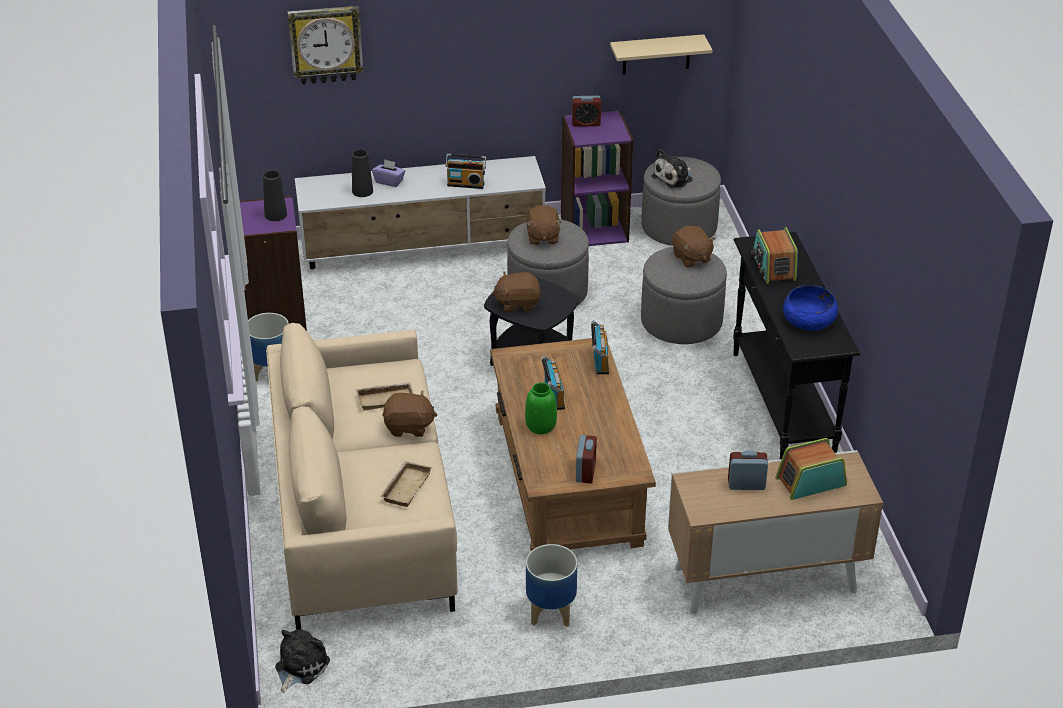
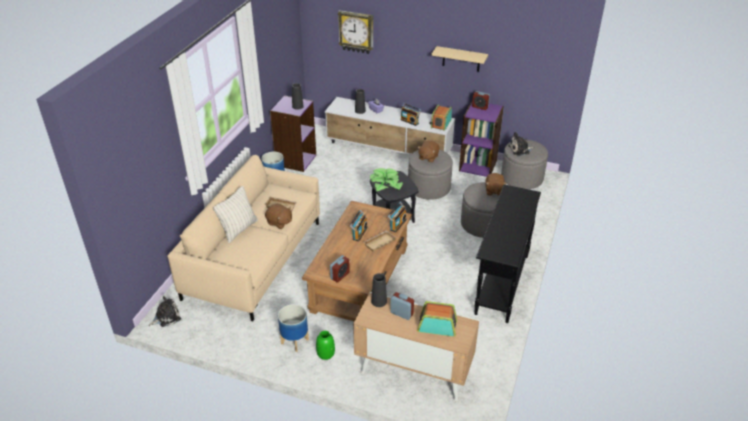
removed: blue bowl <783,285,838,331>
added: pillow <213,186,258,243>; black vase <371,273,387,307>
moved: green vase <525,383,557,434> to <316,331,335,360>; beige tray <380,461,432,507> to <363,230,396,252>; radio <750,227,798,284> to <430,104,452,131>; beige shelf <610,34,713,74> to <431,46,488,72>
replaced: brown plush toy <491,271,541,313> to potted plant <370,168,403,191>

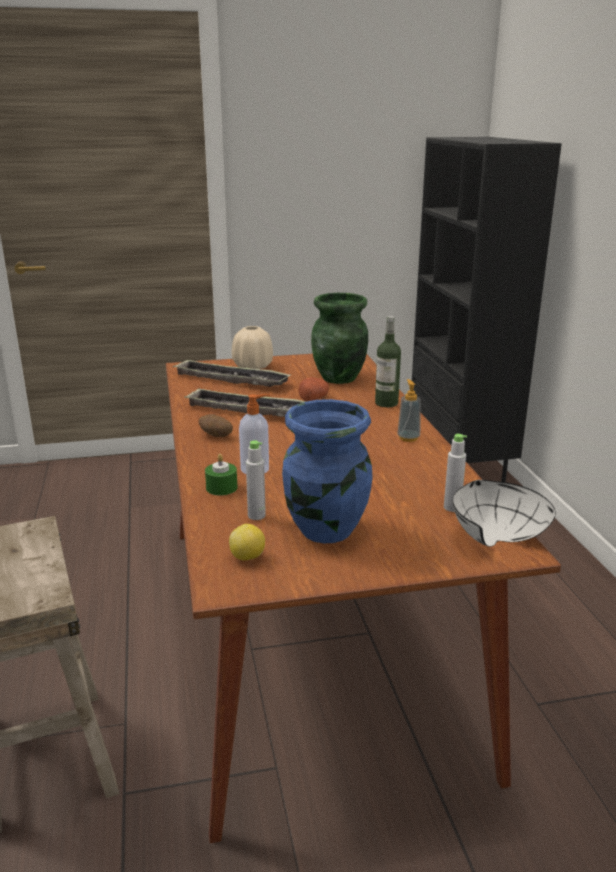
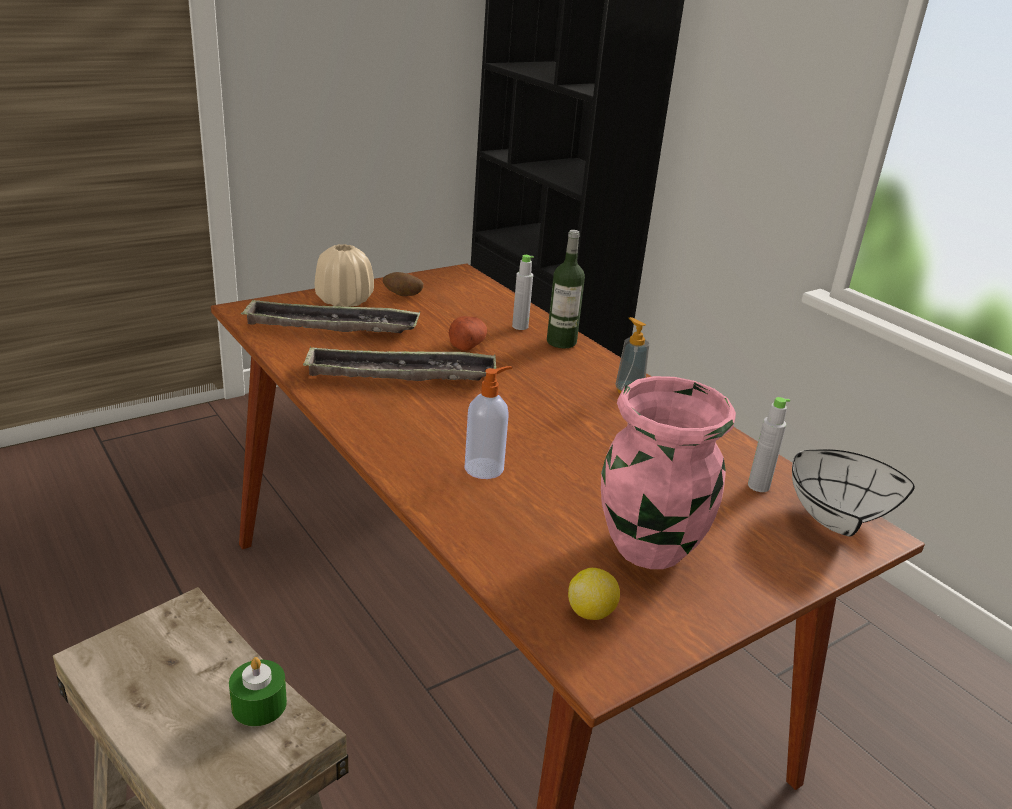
removed: green vase <311,293,368,384>
moved: green candle <205,454,237,496> to <229,657,287,726>; potato <199,414,233,437> to <383,272,424,296>; grey bottle <246,440,266,520> to <512,255,534,330>
recoloured: blue vase <282,399,373,543> to pink vase <601,376,736,569>

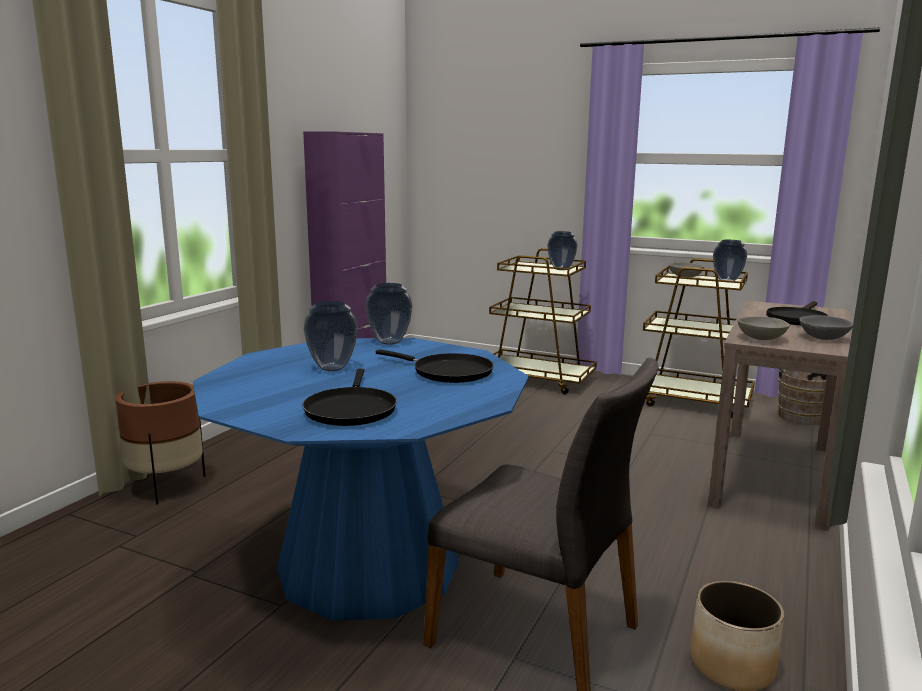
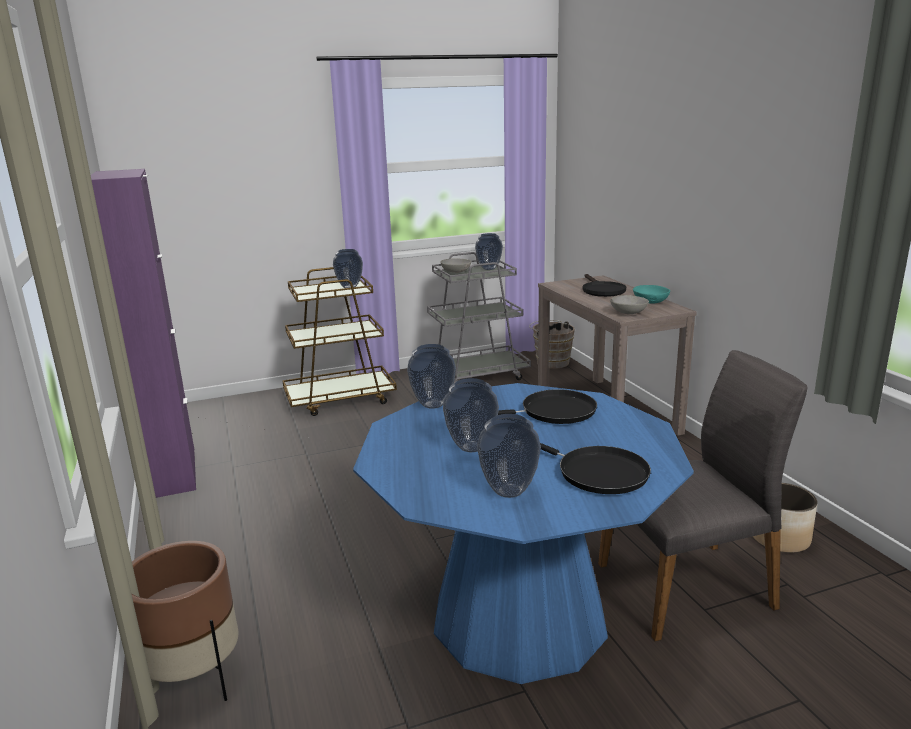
added: vase <477,414,541,498>
recoloured: brown cart <643,259,755,418> to grey cart <427,252,531,383>; grey bowl <799,315,853,340> to turquoise bowl <633,285,670,304>

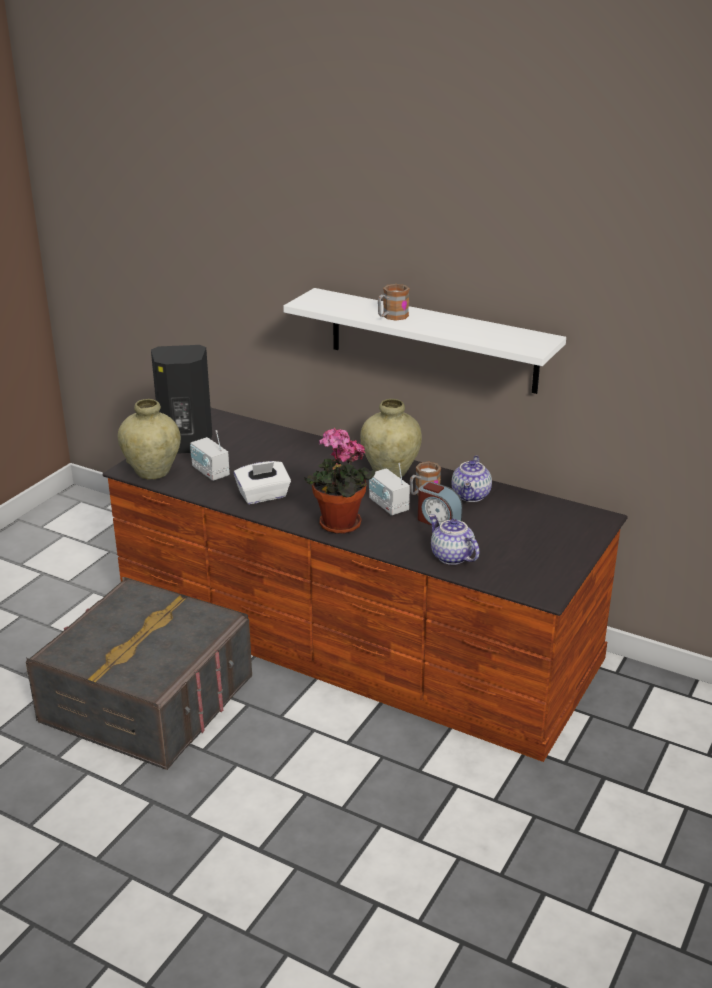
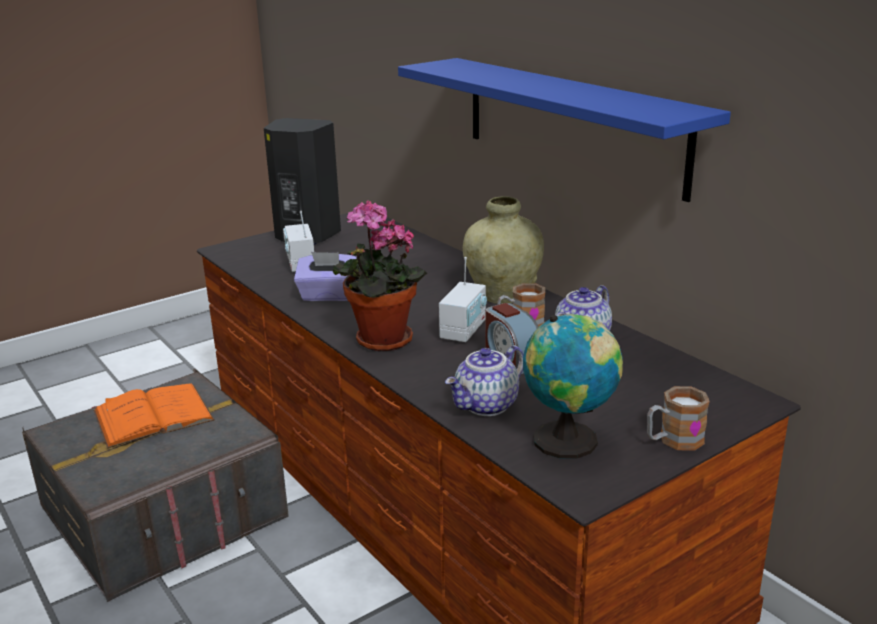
removed: beige vase <118,399,181,479>
added: orange book <93,383,215,449>; globe <523,314,623,459>
moved: mug <378,284,410,321> to <647,386,710,451>
recoloured: white tissue box <234,461,291,504> to purple tissue box <294,252,357,301>; white shelf <283,288,566,394> to blue shelf <398,58,731,202>
turned: radio <369,463,410,515> = <439,257,487,342> 150 degrees counterclockwise; teapot <429,514,479,565> = <445,345,524,416> 120 degrees counterclockwise

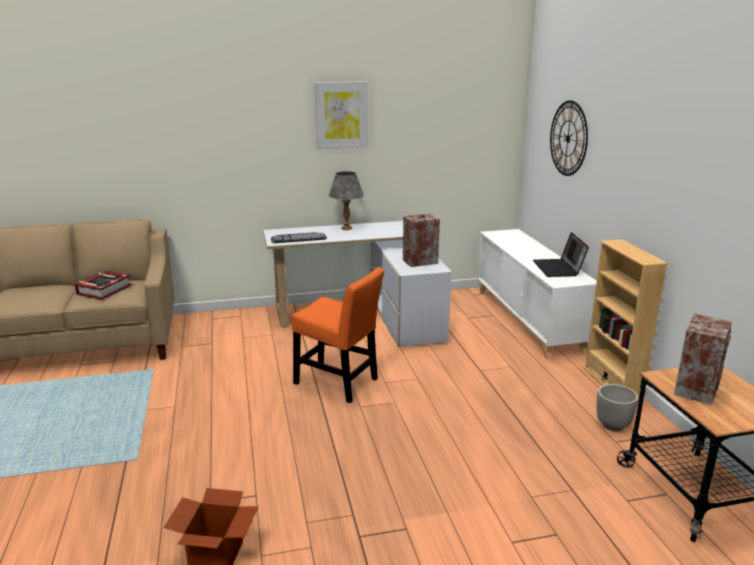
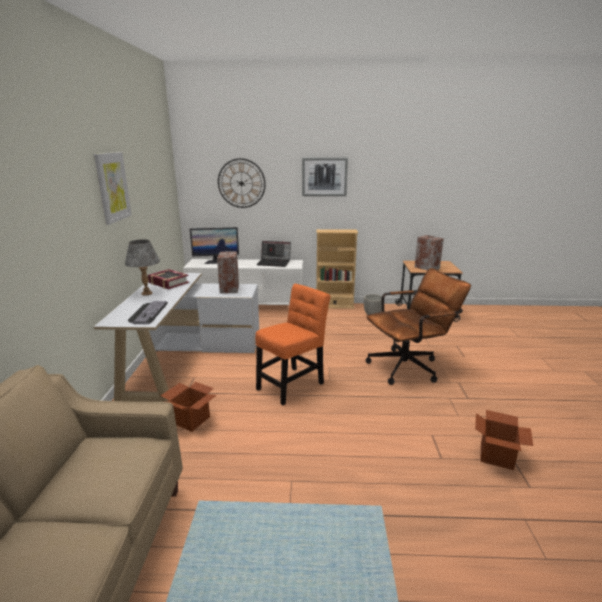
added: cardboard box <160,382,217,432>; monitor <190,227,239,264>; picture <302,158,348,196>; brown office chair <366,268,471,385>
moved: book <75,271,132,299> to <148,269,189,289>

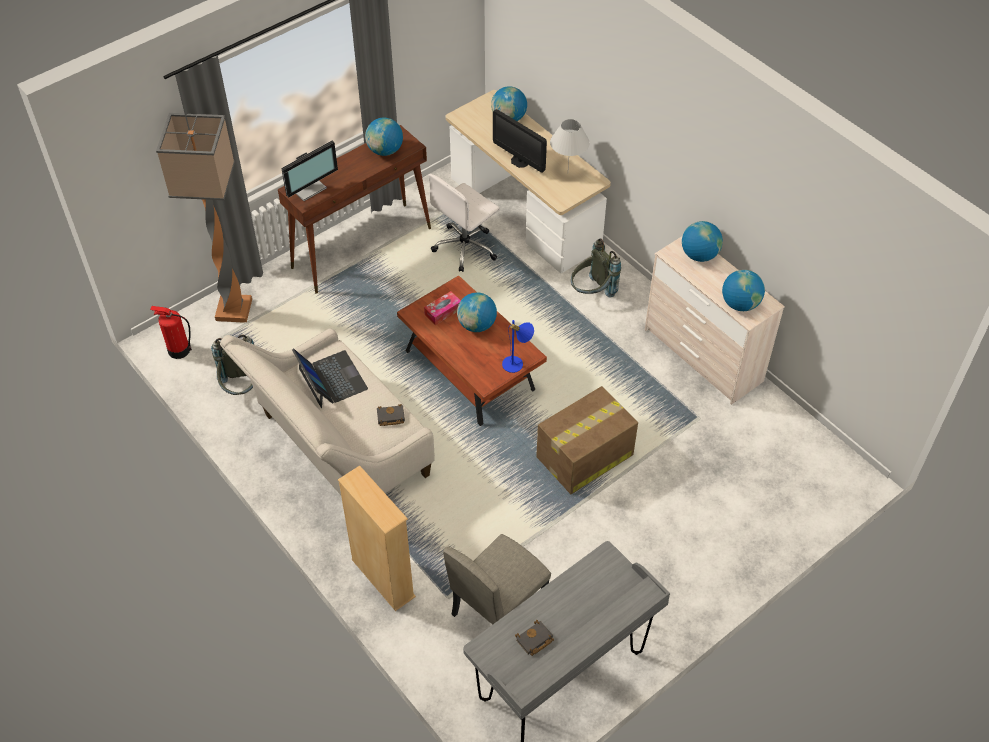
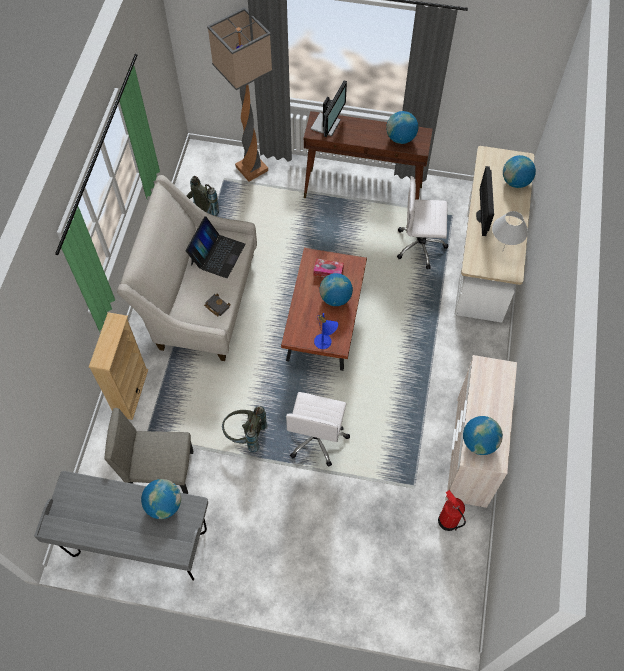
removed: black book <515,620,554,656>
moved: globe <682,221,723,262> to <141,479,181,519>; grey backpack <571,238,621,297> to <222,406,268,452>; fire extinguisher <150,306,192,359> to <438,490,466,531>
replaced: cardboard box <536,386,638,494> to white office chair <286,392,350,467>
turned: monitor <281,141,338,201> = <311,80,347,137> 75 degrees counterclockwise

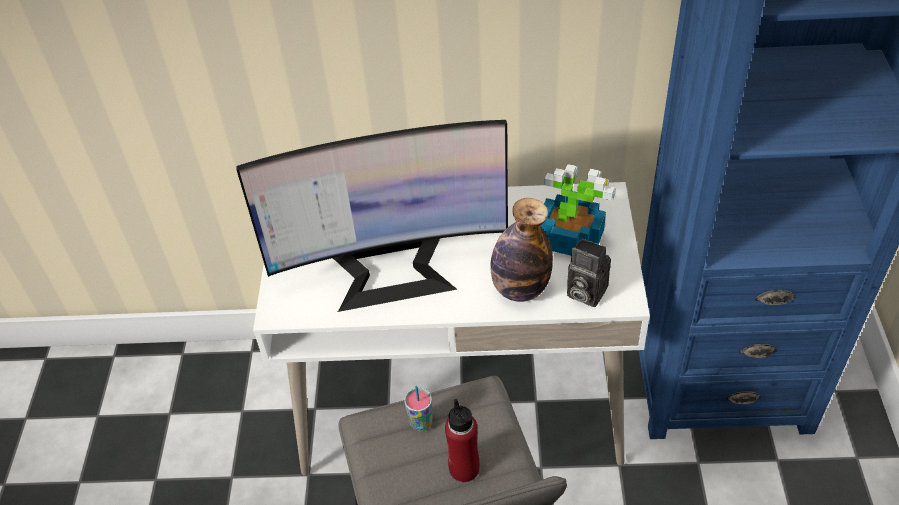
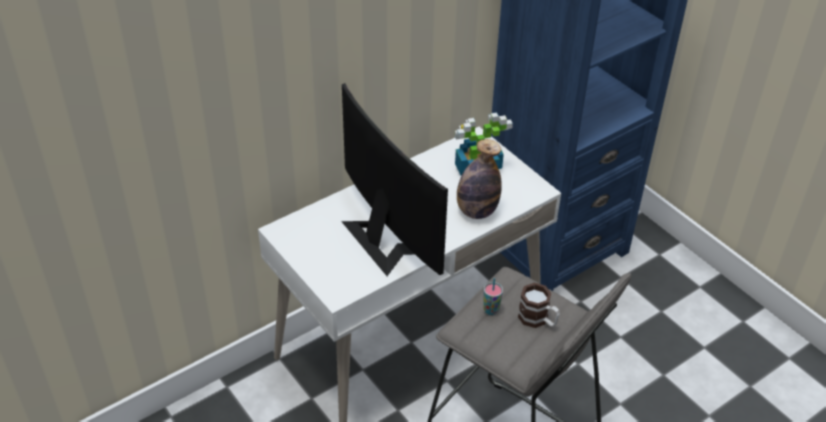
removed: photo camera <567,238,611,307>
replaced: red bottle <445,399,480,482> to mug <518,283,560,328>
turned: monitor <236,120,508,312> = <341,83,448,276> 75 degrees counterclockwise

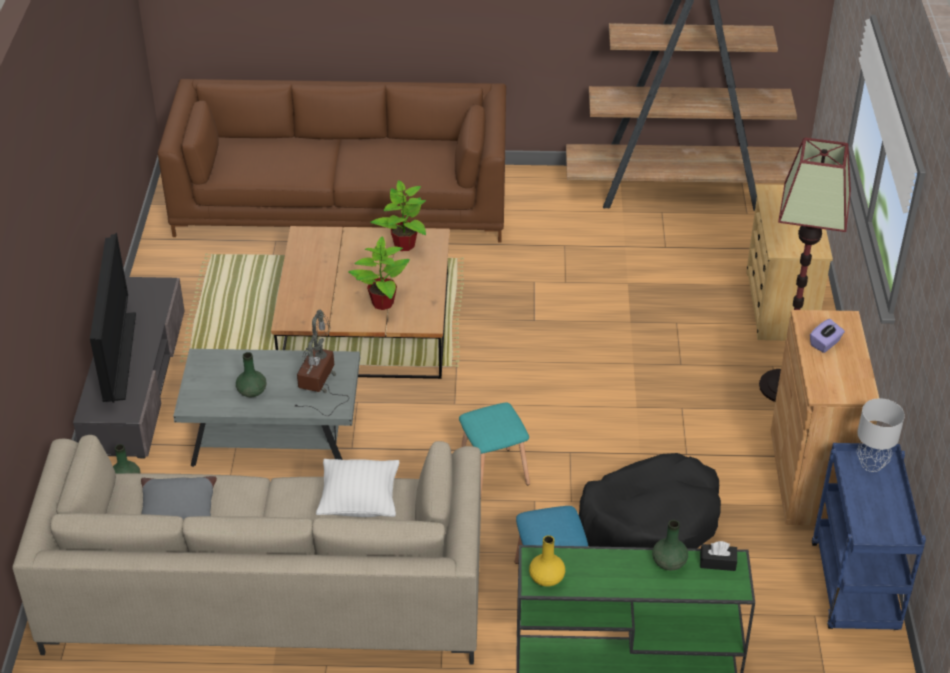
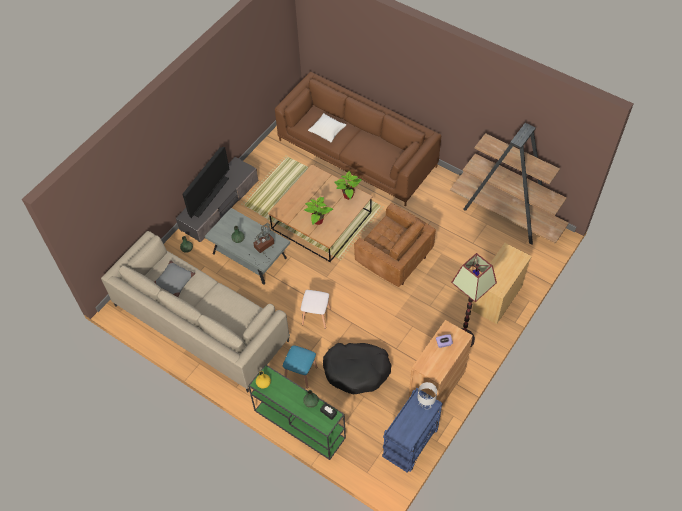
added: brown armchair <354,203,436,287>
moved: white pillow <316,459,399,517> to <308,113,346,142>
recoloured: turquoise stool <459,402,530,494> to white stool <301,290,331,329>

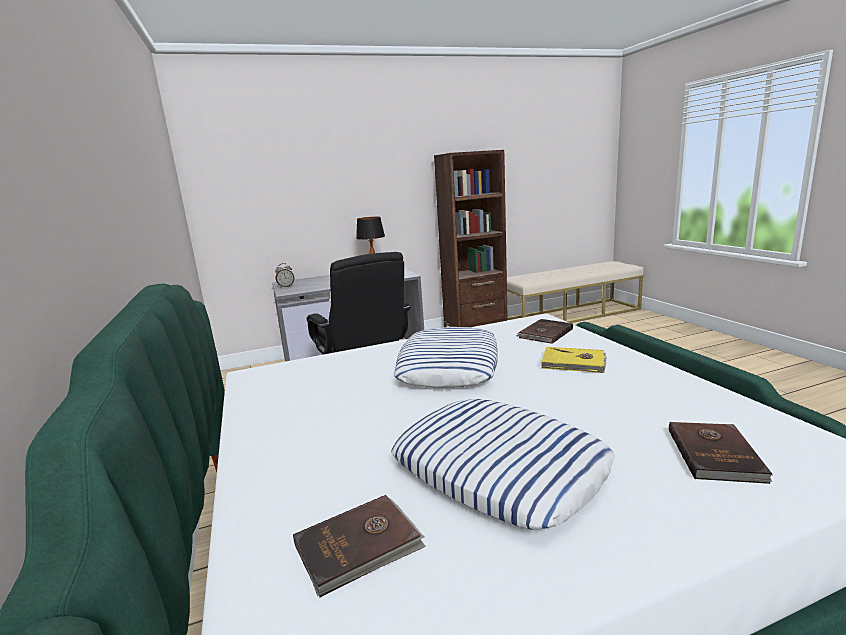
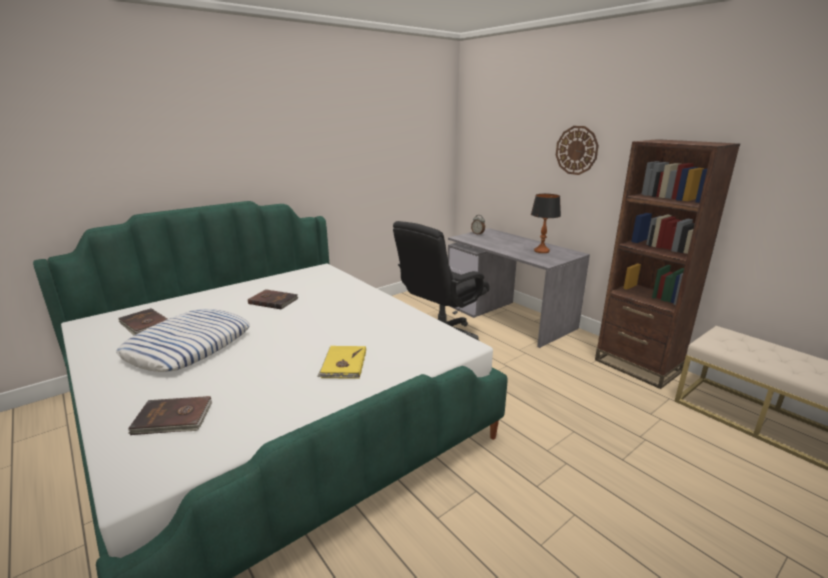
removed: pillow <393,327,498,387>
added: wall clock <556,126,599,175>
moved: brown book <516,319,573,344> to <248,289,298,310>

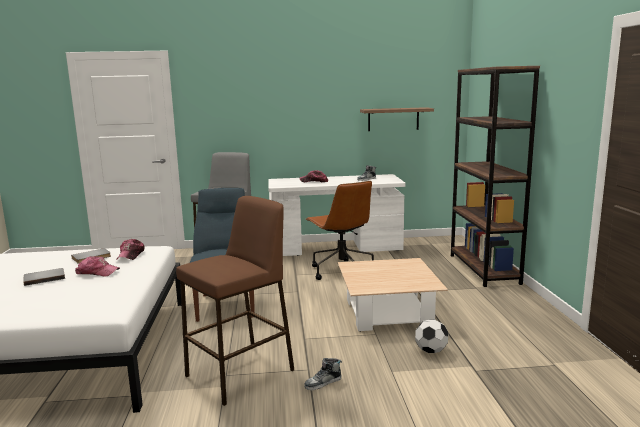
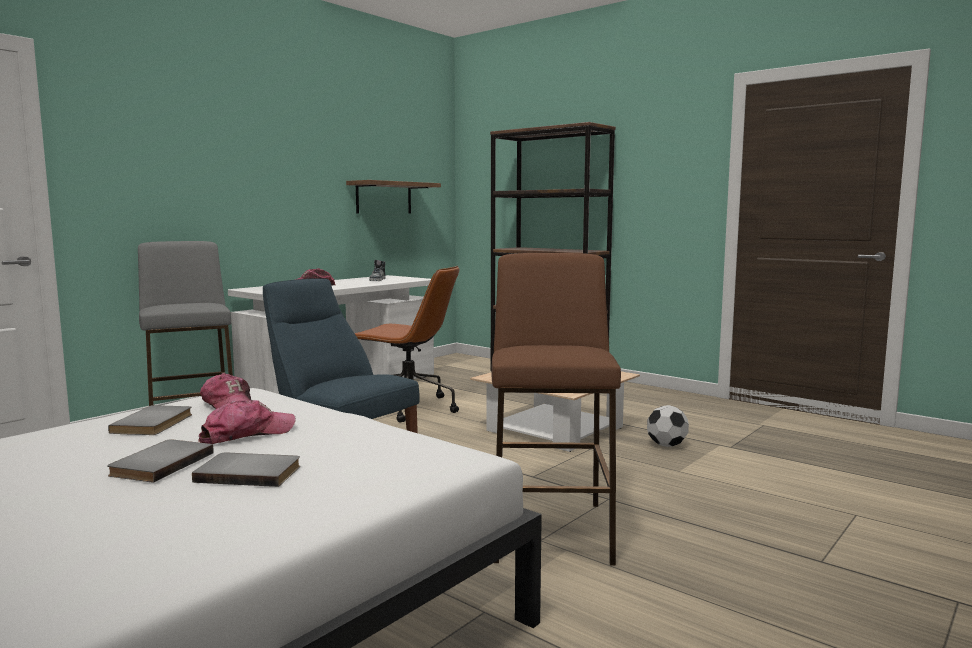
removed: shoe <304,358,342,390>
added: grey book <192,453,300,487>

